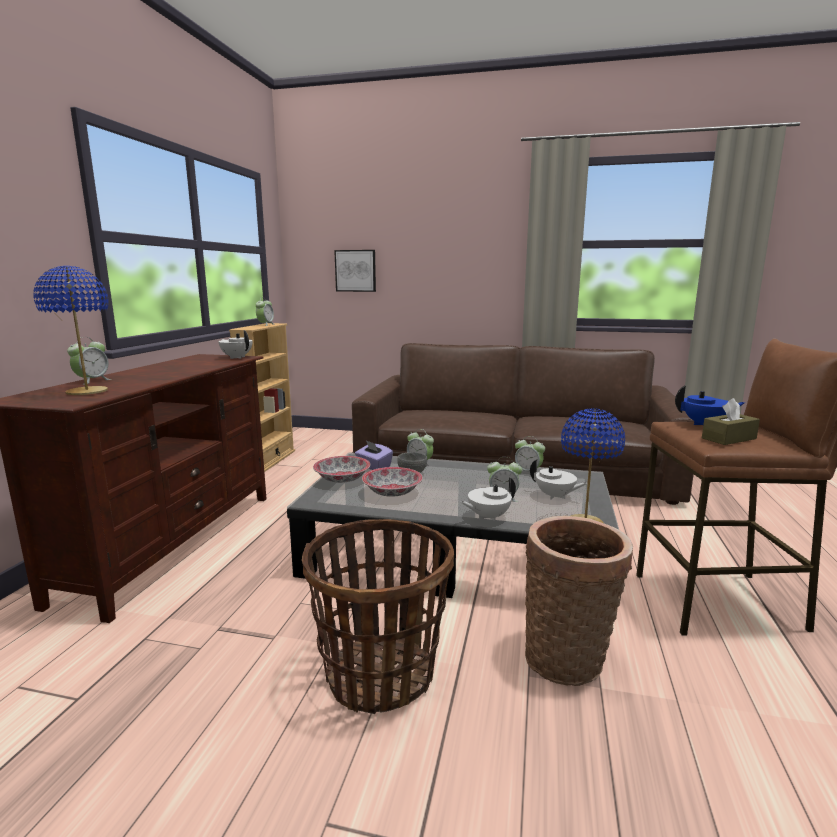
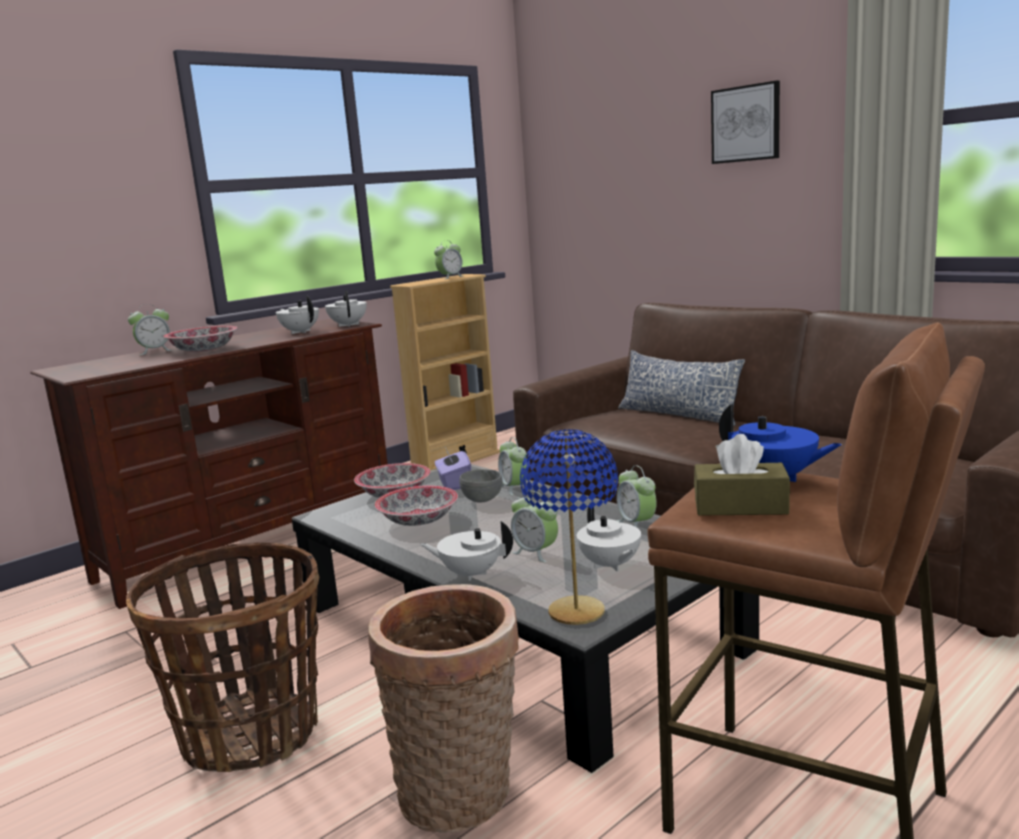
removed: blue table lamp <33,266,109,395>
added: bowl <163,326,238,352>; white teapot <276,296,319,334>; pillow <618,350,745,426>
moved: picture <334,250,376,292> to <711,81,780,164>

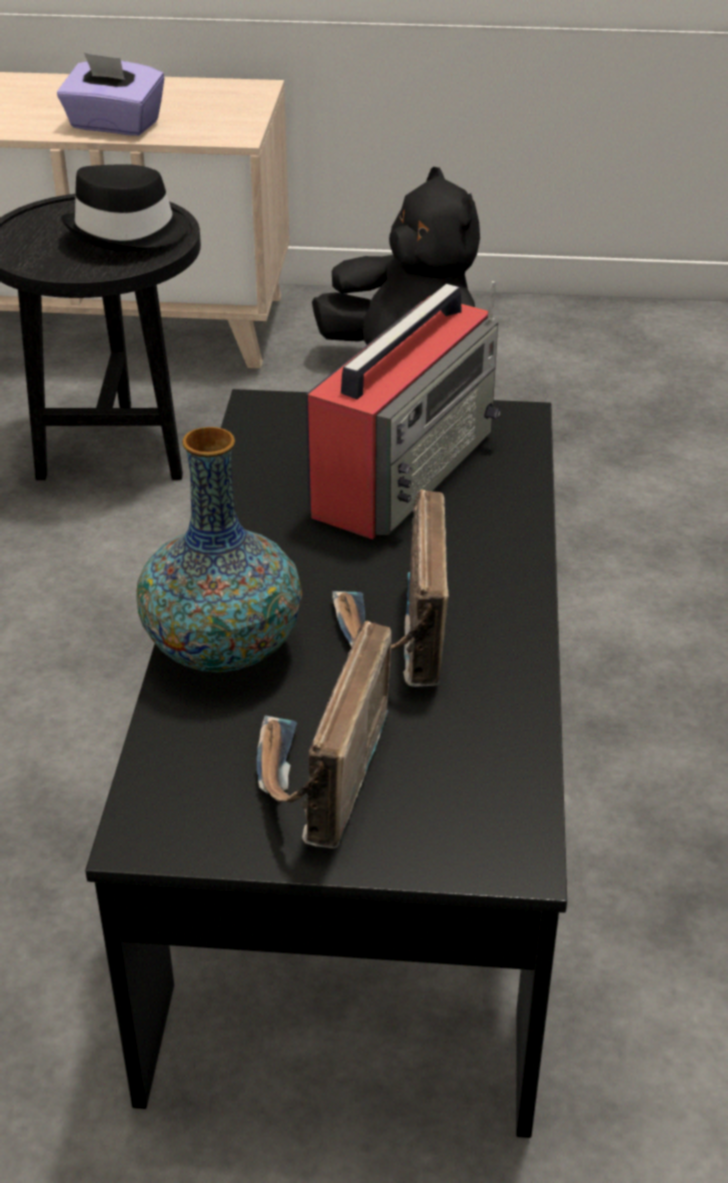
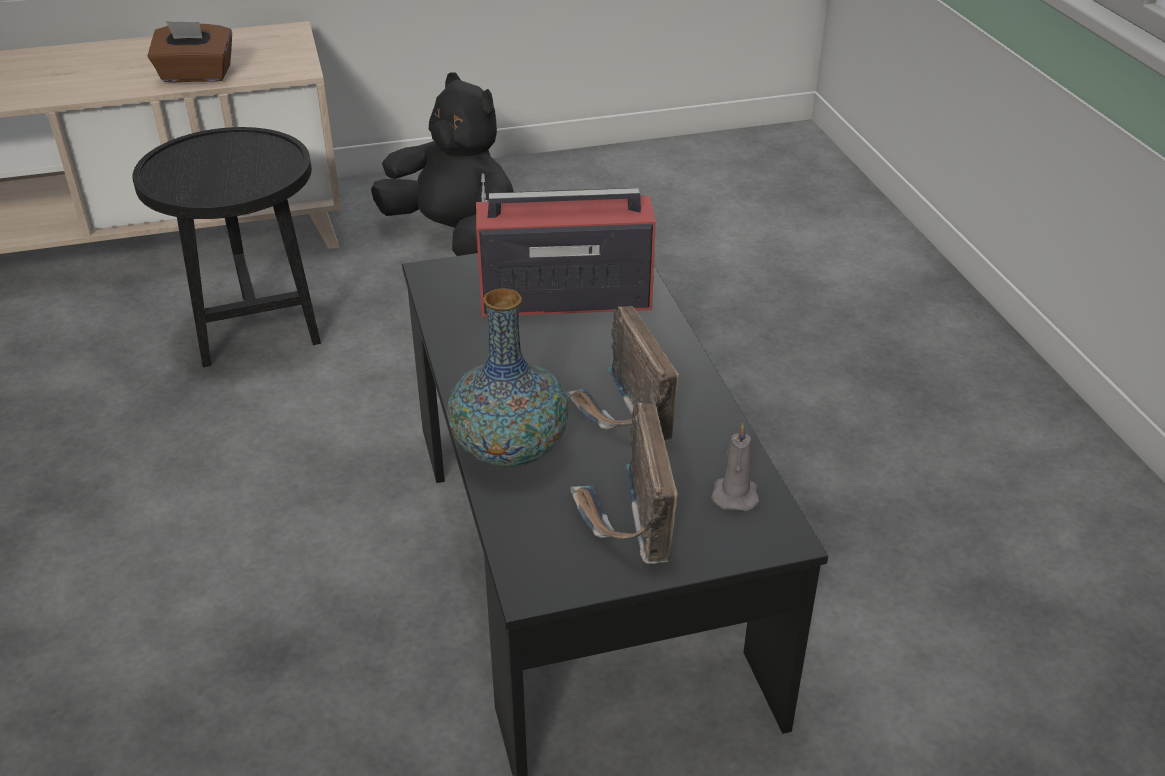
removed: black hat <61,164,189,251>
added: grey candle <711,423,759,511>
recoloured: purple tissue box <57,53,164,136> to brown tissue box <148,21,232,82>
turned: radio <306,281,502,539> = <476,174,656,317> 105 degrees counterclockwise

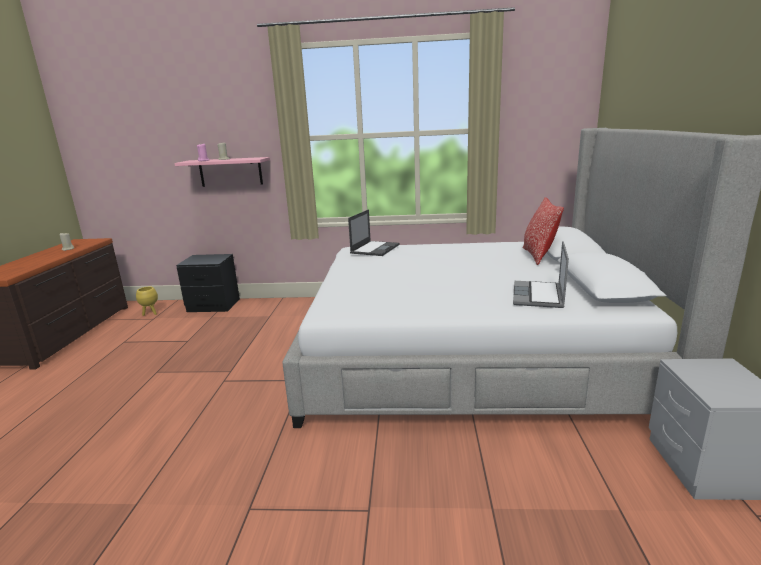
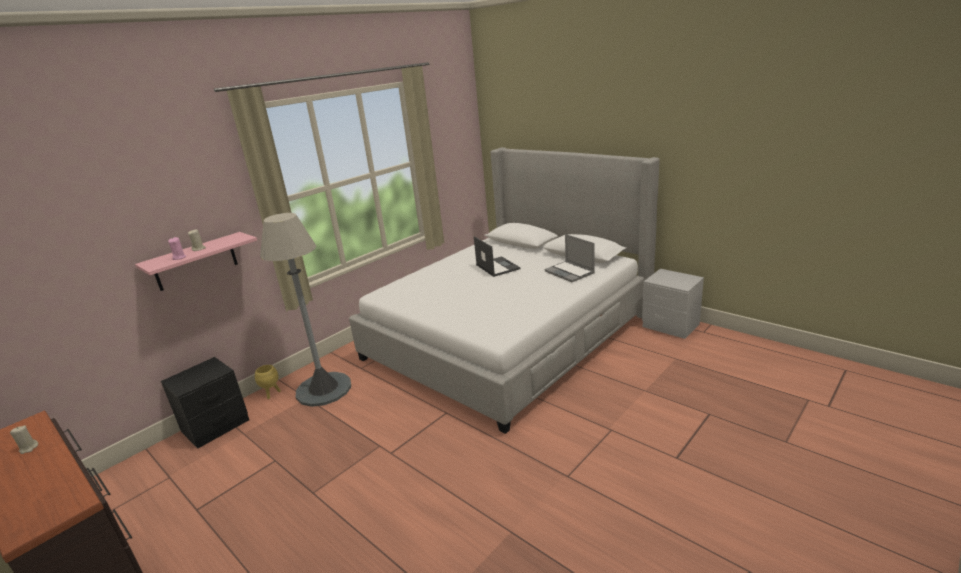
removed: pillow <523,197,564,265>
added: grey floor lamp <260,213,351,407>
moved: yellow planter <136,286,158,316> to <255,365,281,399>; laptop <348,209,400,256> to <474,236,521,277>

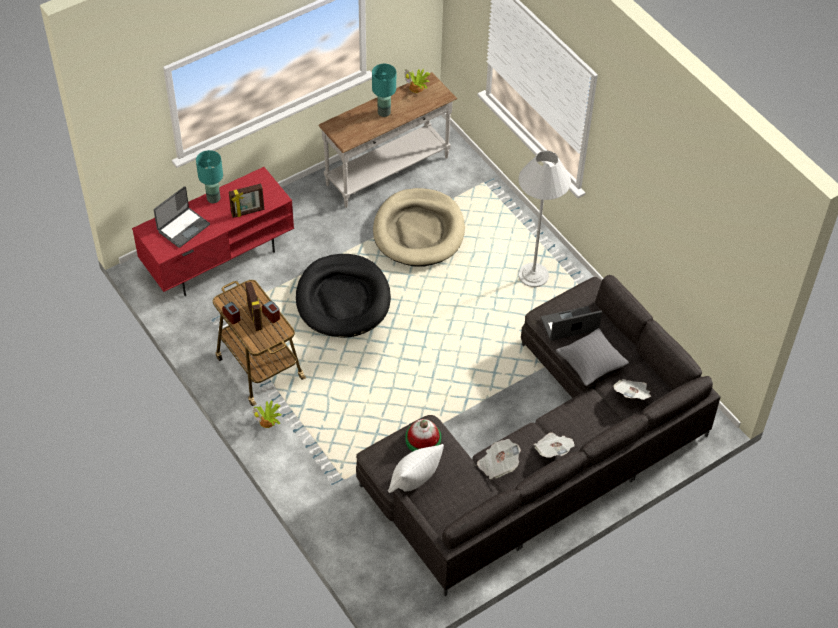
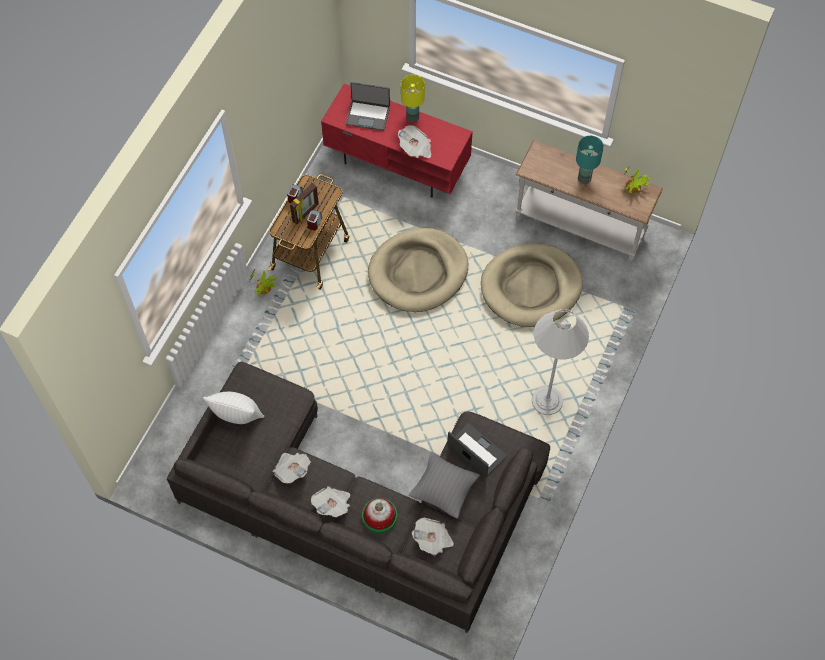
moved: hat <405,419,441,452> to <362,498,397,533>
replaced: picture frame <229,184,264,218> to newspaper <398,125,431,158>
recoloured: black dog bed <296,254,391,338> to beige dog bed <368,228,468,312>; turquoise table lamp <196,150,223,203> to yellow table lamp <401,74,425,123>

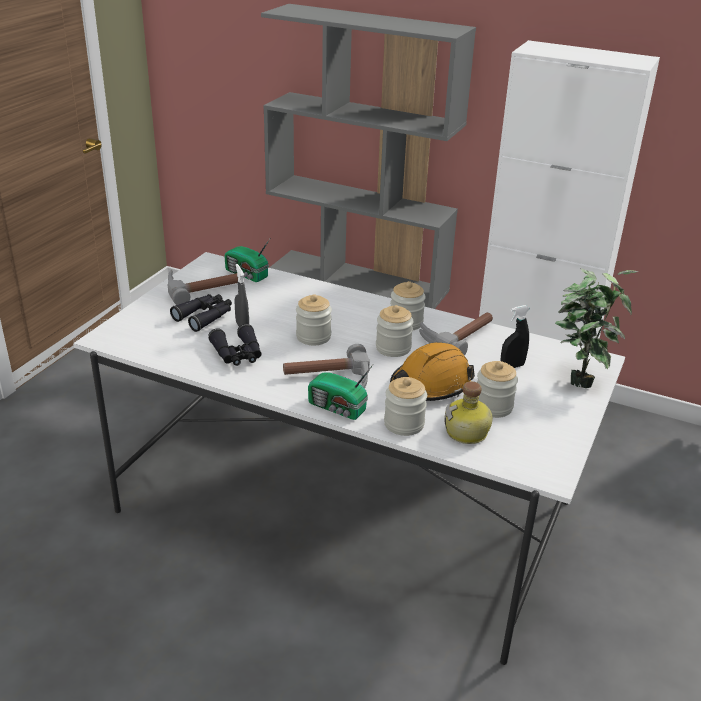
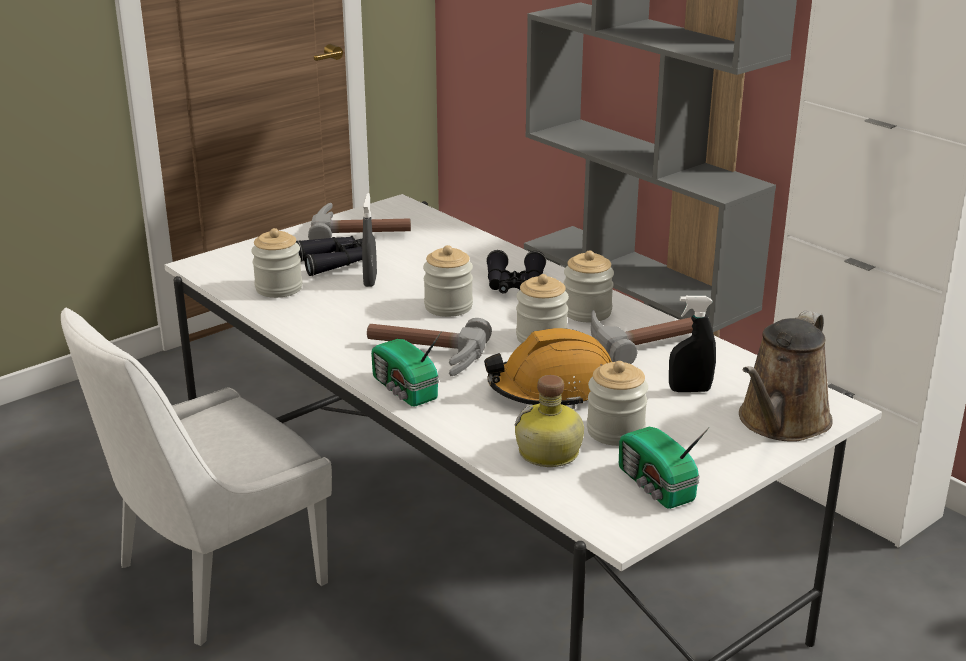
added: white chair <61,308,332,646>
moved: jar <384,377,427,436> to <251,228,303,298>; black binoculars <208,324,262,366> to <486,250,546,294>; radio <224,237,271,282> to <619,427,709,509>
replaced: potted plant <555,268,638,388> to brown watering can <739,311,833,442>

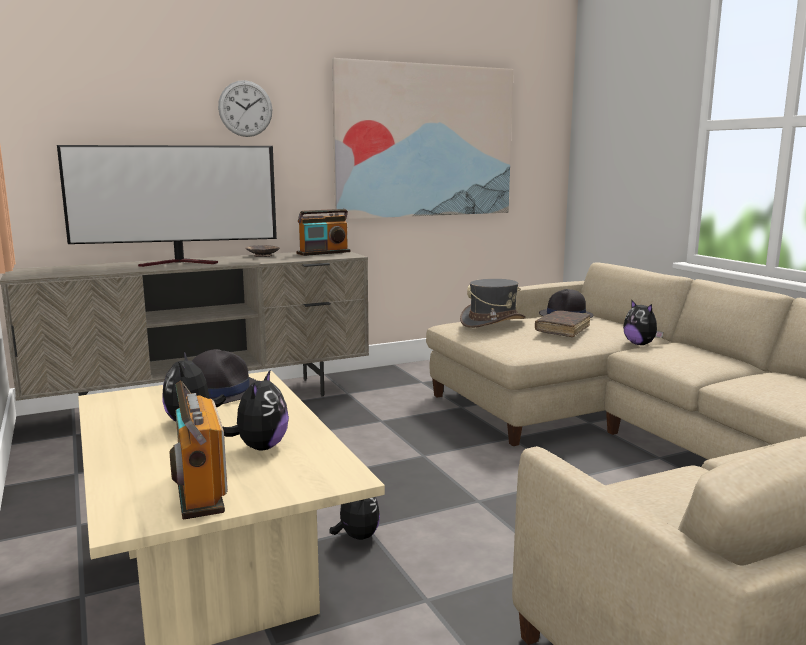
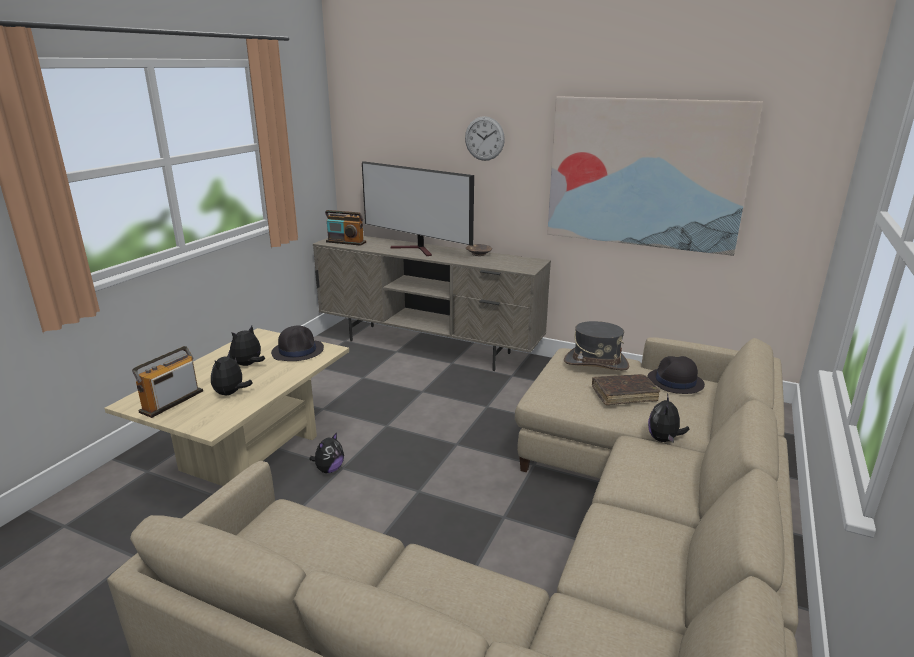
moved: radio <296,209,351,256> to <325,210,366,246>
turned: plush toy <222,369,289,450> = <211,350,253,395> 135 degrees clockwise

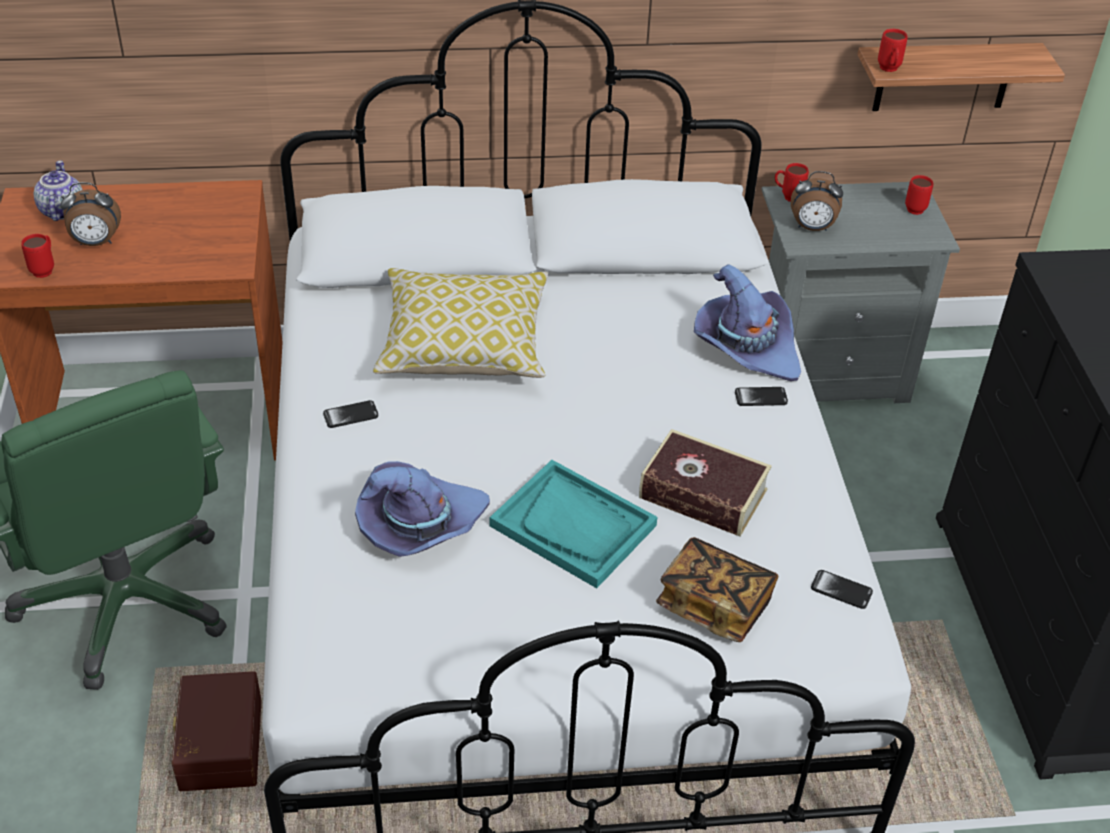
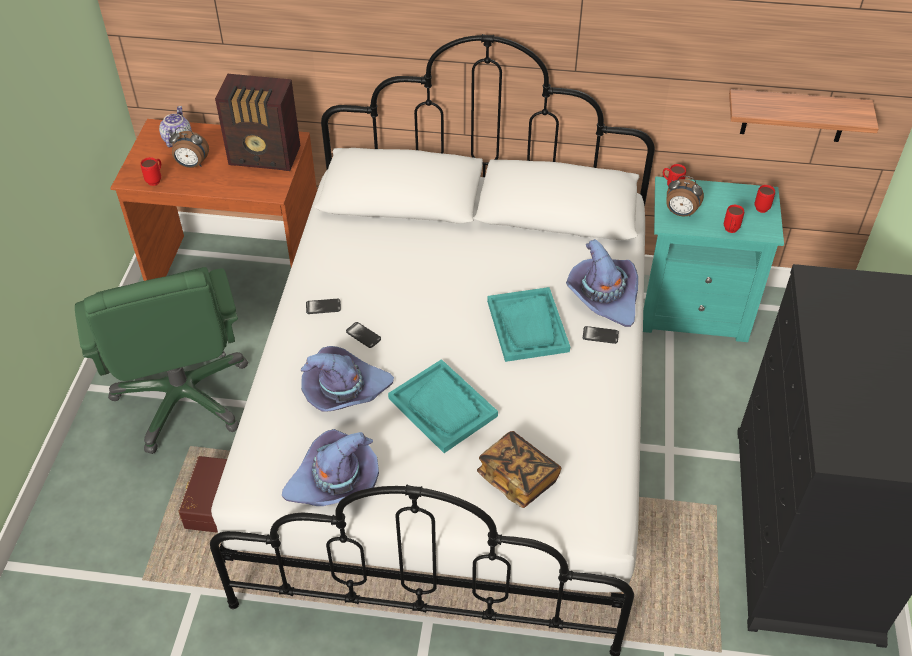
removed: pillow <373,268,548,378>; book <639,429,772,537>
added: radio <215,74,300,171>; purple hat <282,429,379,506>; turquoise tray <487,287,570,362>
moved: phone <811,570,873,609> to <346,322,381,348>; red mug <878,29,908,72> to <724,205,744,233>
recoloured: grey nightstand <761,182,960,403> to turquoise nightstand <643,176,784,342>

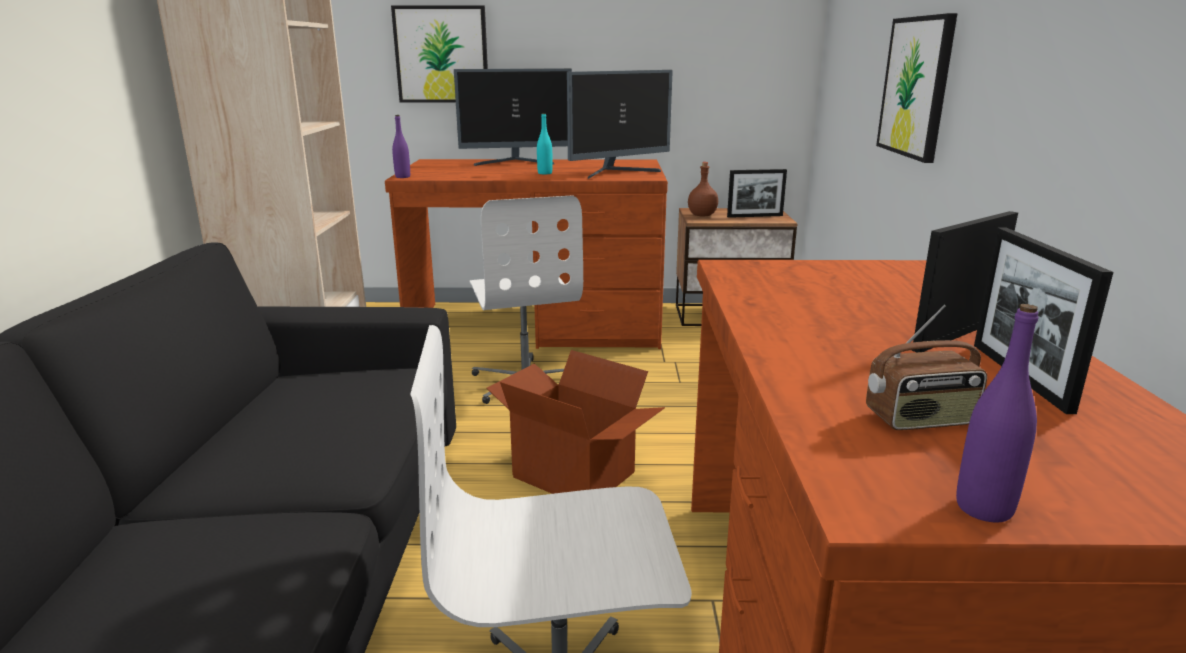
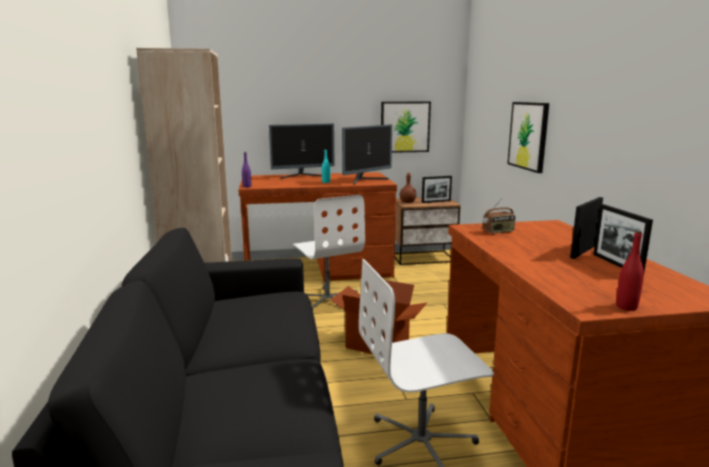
moved: picture <391,6,488,103> to <381,102,431,153>; radio <866,305,987,430> to <483,197,516,234>
recoloured: purple bottle <956,304,1038,523> to red bottle <616,231,644,311>

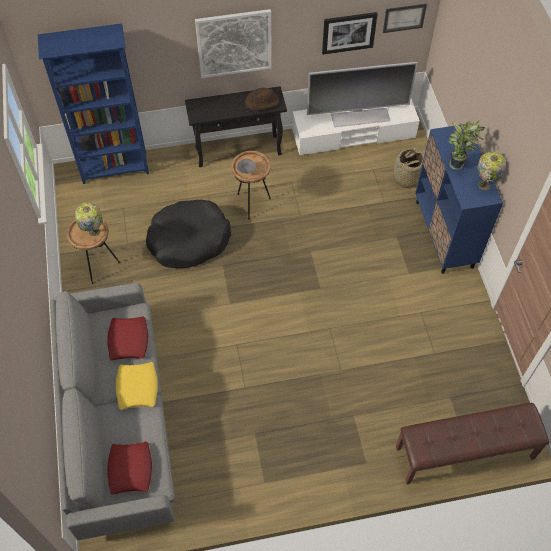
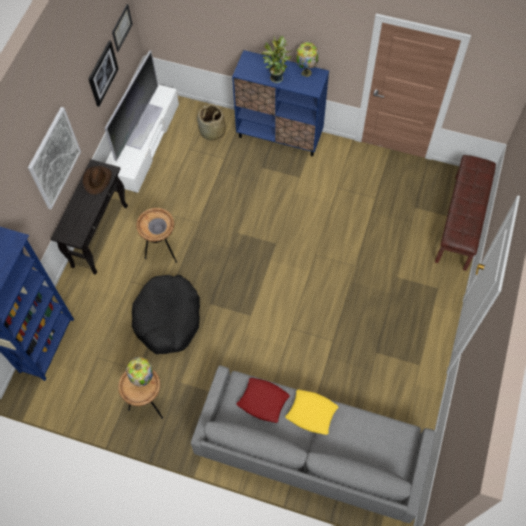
removed: red pillow <107,441,152,495>

